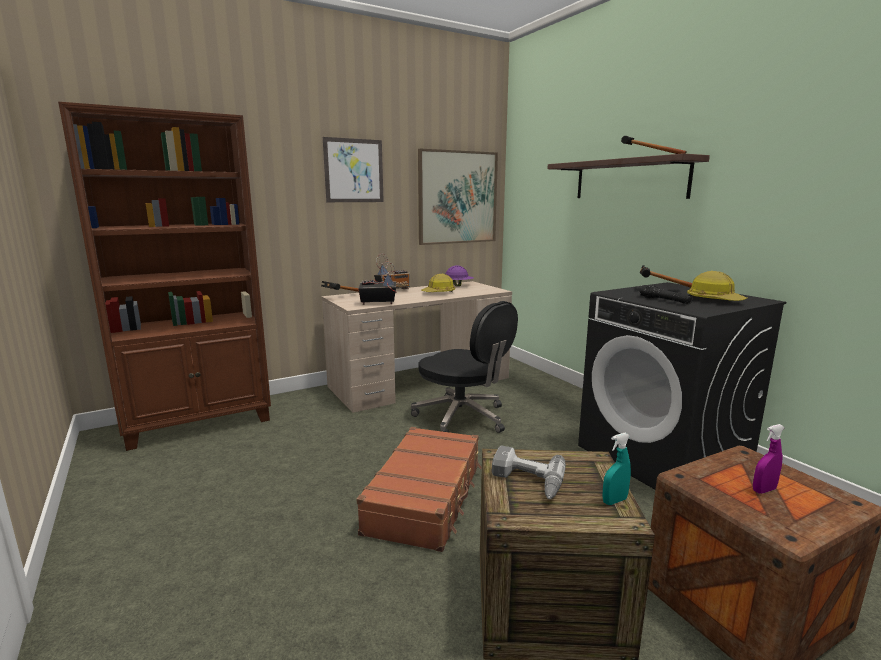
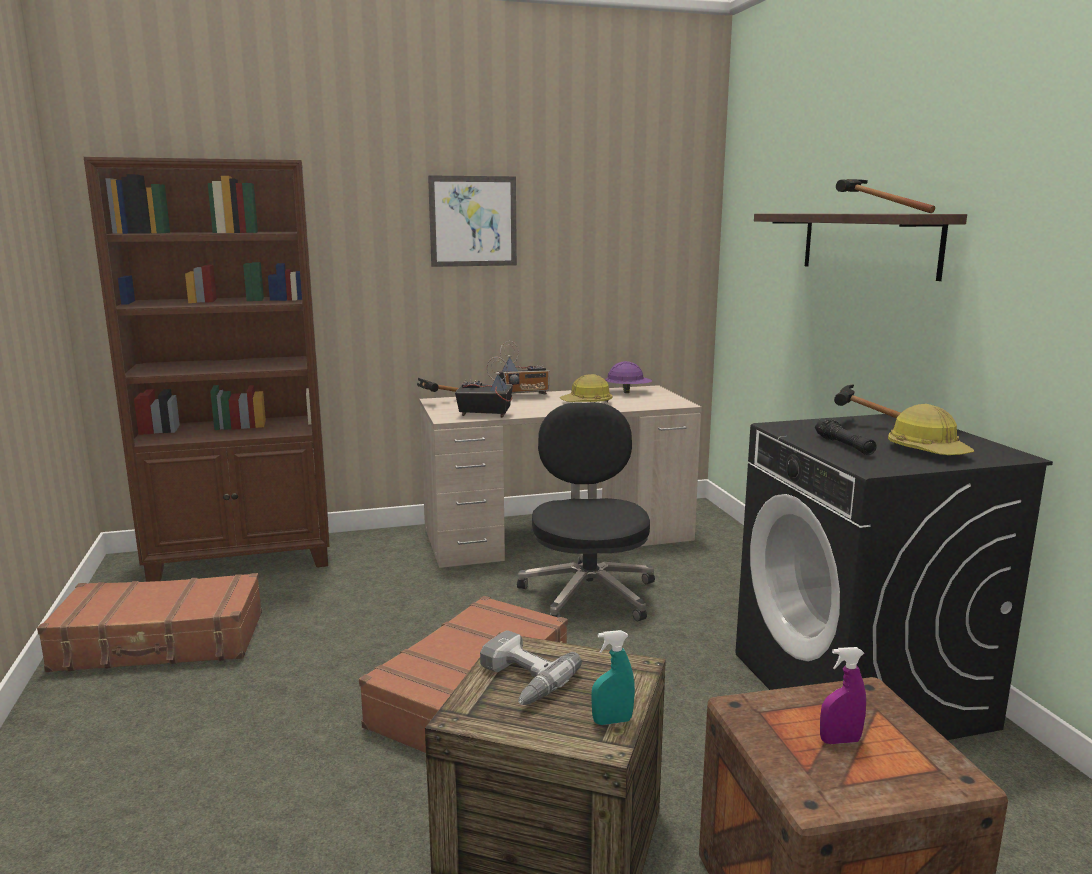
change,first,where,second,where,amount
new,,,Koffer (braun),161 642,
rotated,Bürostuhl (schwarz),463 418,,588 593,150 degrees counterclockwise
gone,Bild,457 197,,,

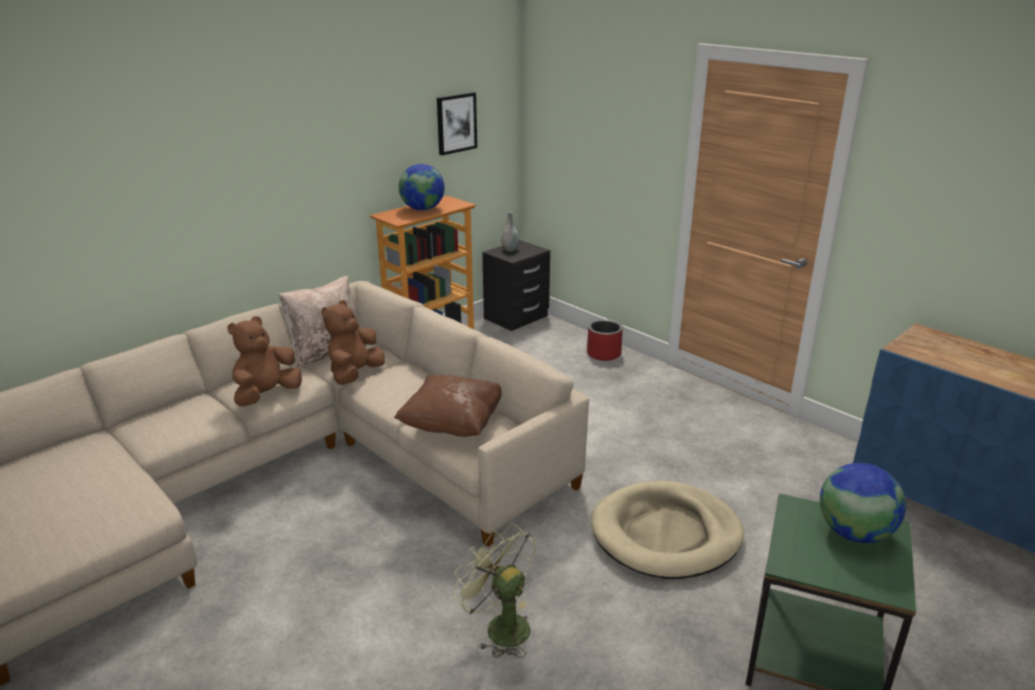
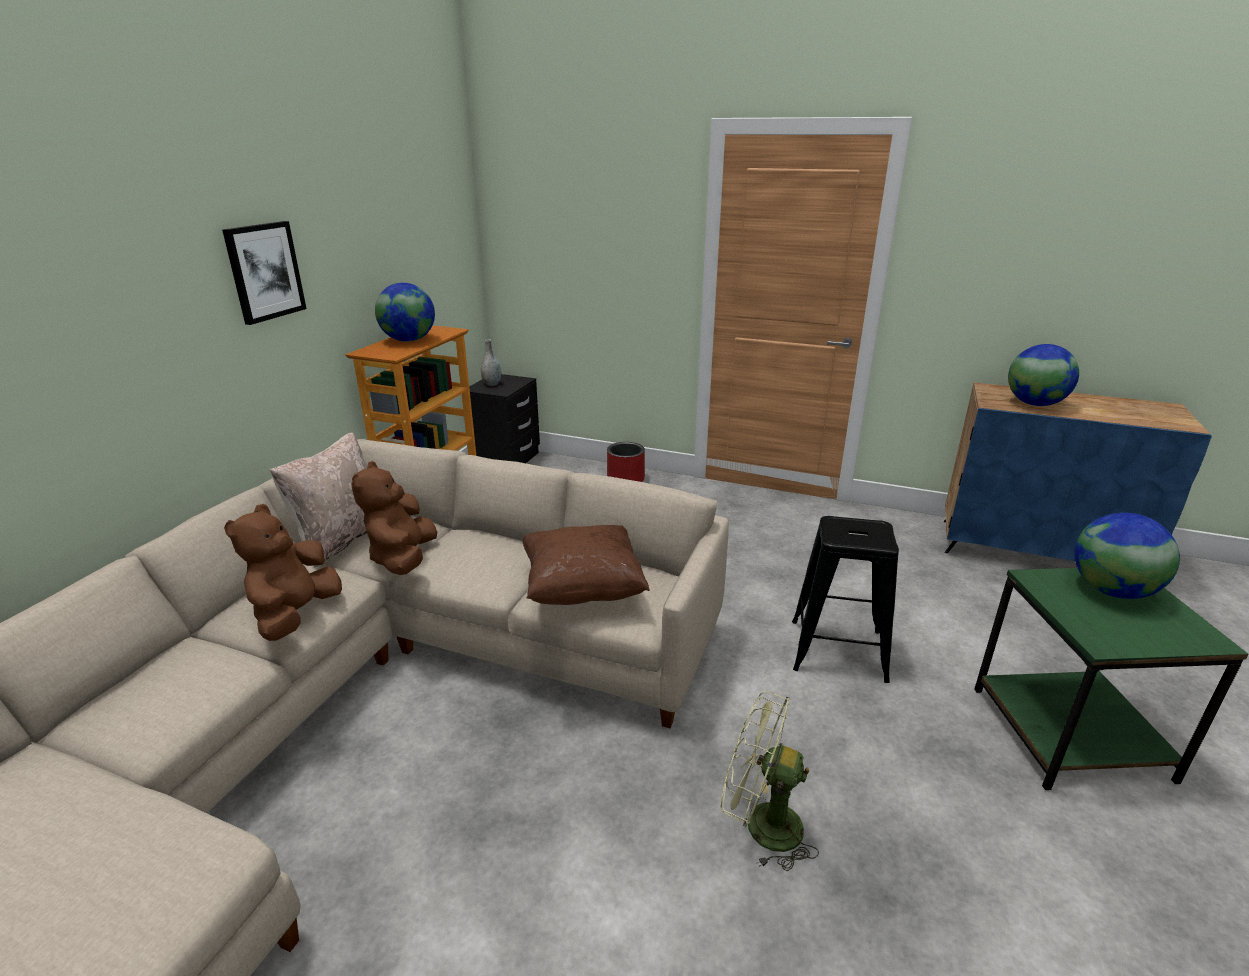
change,first,where,second,where,amount
shifted,Bild,456 123,,264 271,
swapped,Hundebett (beige),666 534,Hocker (schwarz),837 650,
new,,,Globus,1034 404,

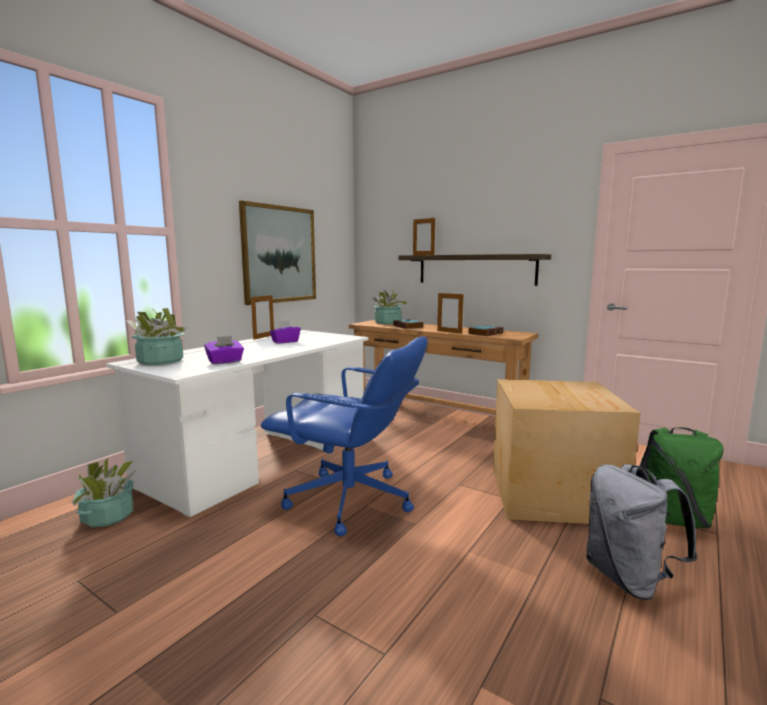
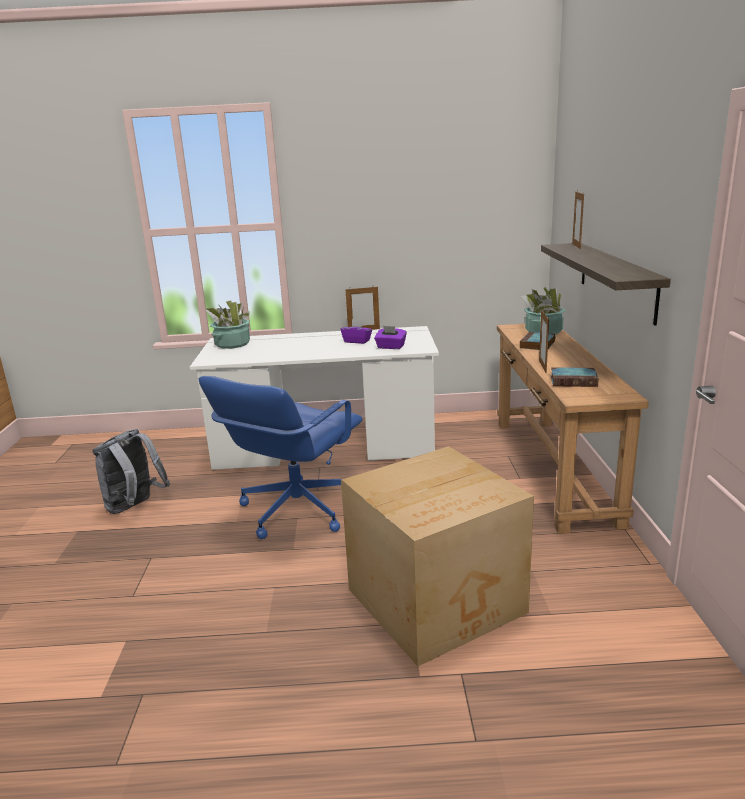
change,first,where,second,where,amount
shifted,Rucksack (grau),629 579,,135 507,
rotated,Bürostuhl (blau),350 501,,296 510,45 degrees clockwise
shifted,Taschentuchbox (lila),225 361,,390 347,
gone,Topfpflanze,108 516,,,
gone,Bild,279 254,,,
gone,Rucksack (grün),673 519,,,

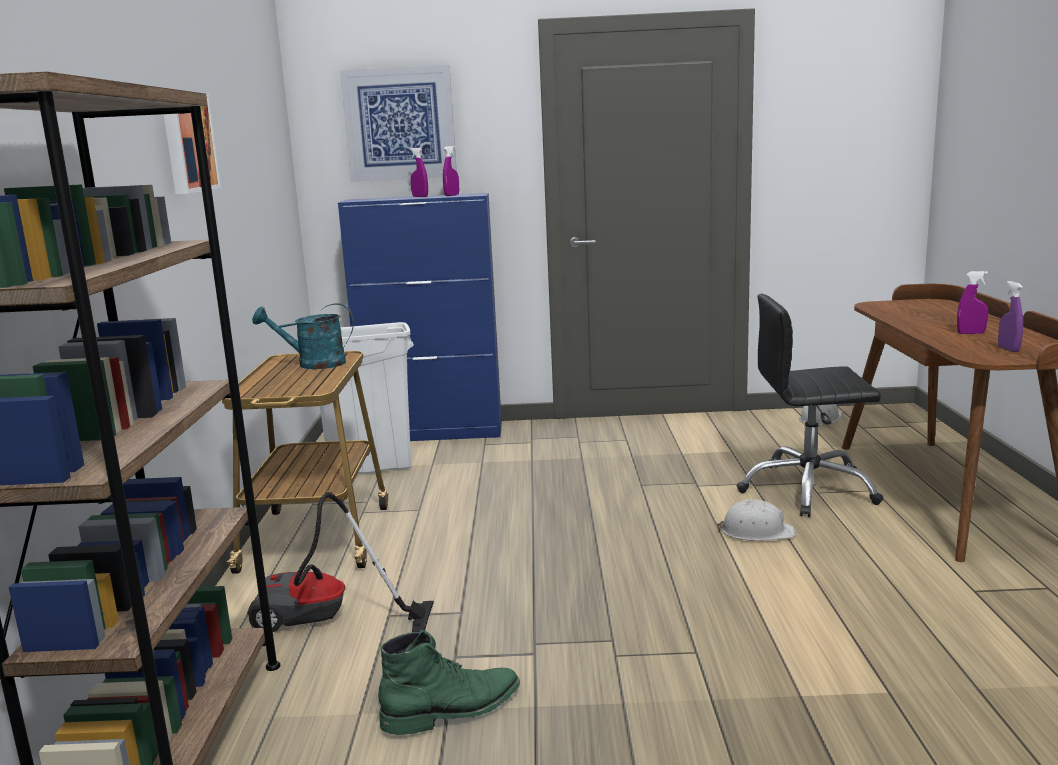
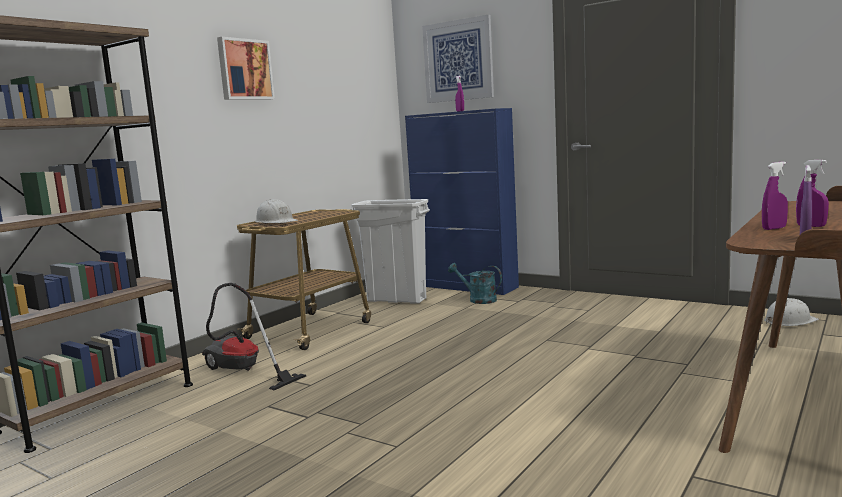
change,first,where,second,where,amount
shifted,Schutzhelm (weiß),756 532,,276 222,
shifted,Gießkanne (türkis),313 364,,478 300,
shifted,Sprühflasche (lila),452 195,,774 228,
gone,Stiefel (grün),453 710,,,
gone,Bürostuhl (schwarz),808 489,,,

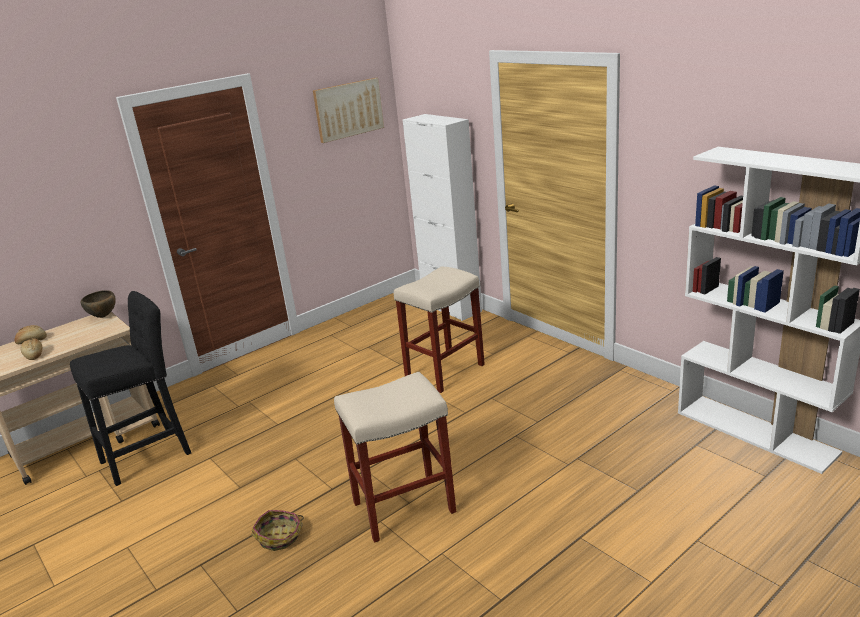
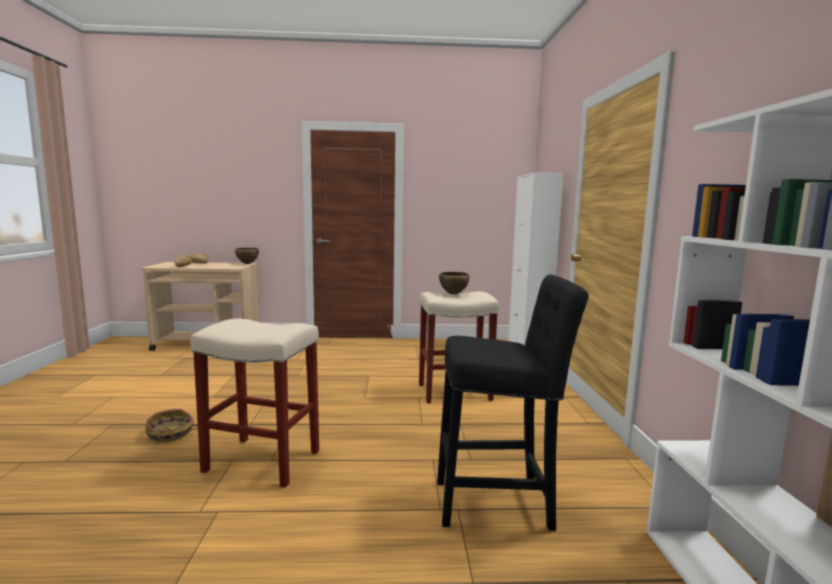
change,first,where,second,where,amount
shifted,Hocker (schwarz),151 455,,499 503,
new,,,Schüssel (braun),453 294,
gone,Bild,348 109,,,

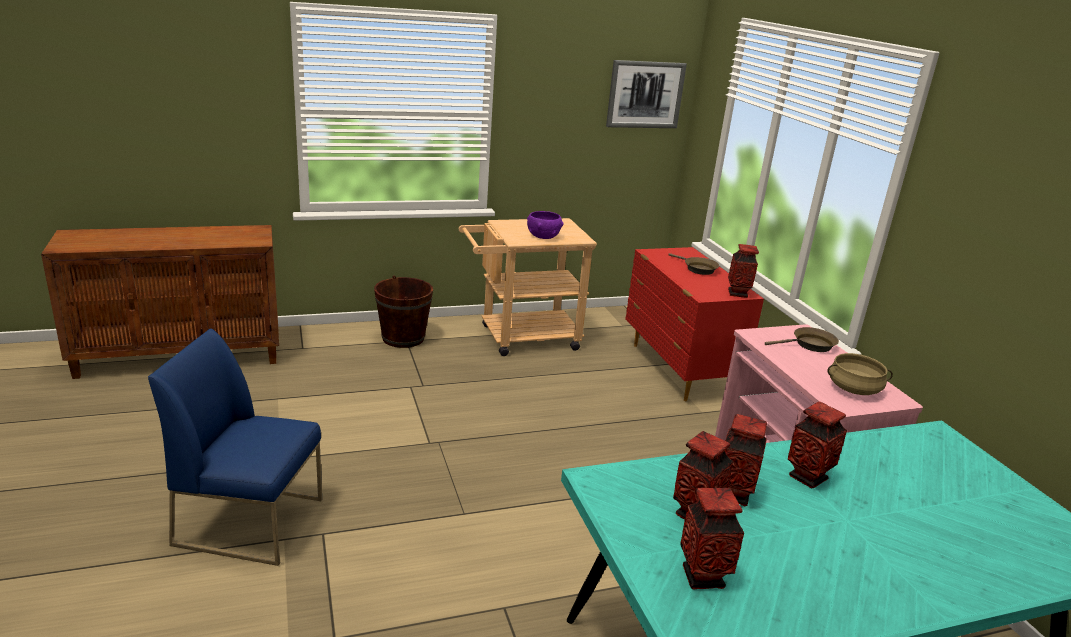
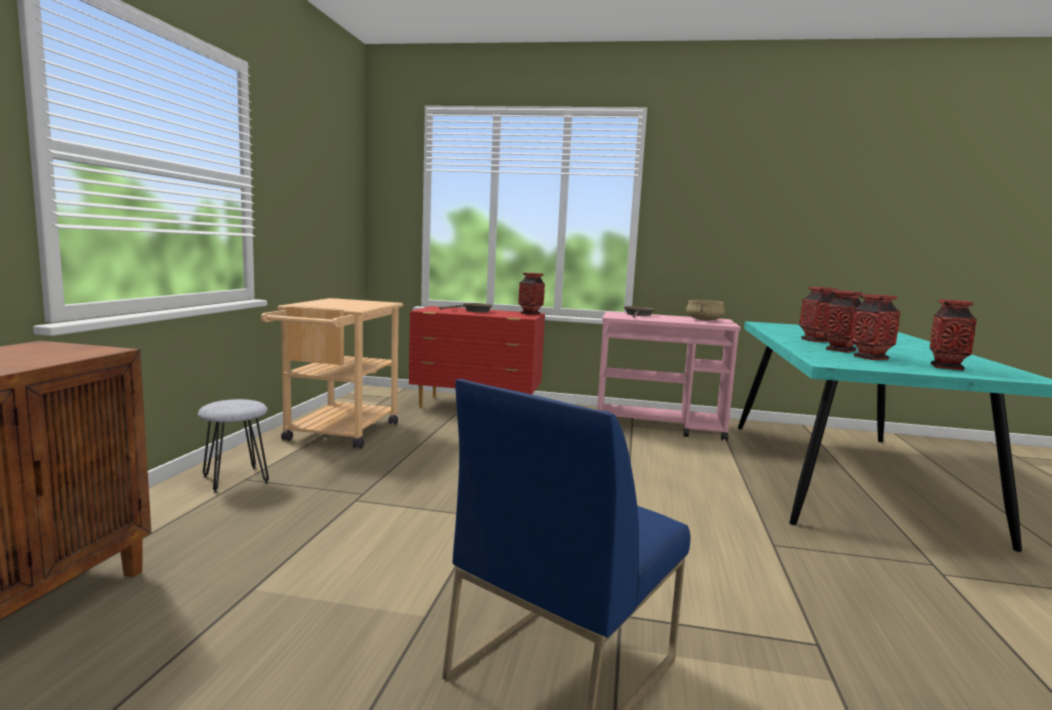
change,first,where,second,where,amount
swapped,Eimer (braun),403 338,Hocker (grau),235 479,
gone,Schüssel (lila),543 236,,,
gone,Bild,645 94,,,

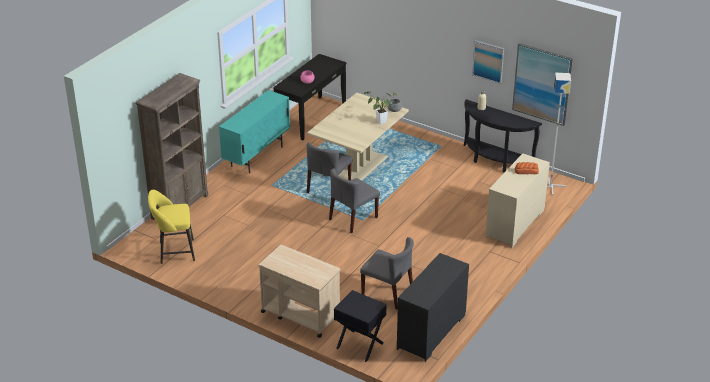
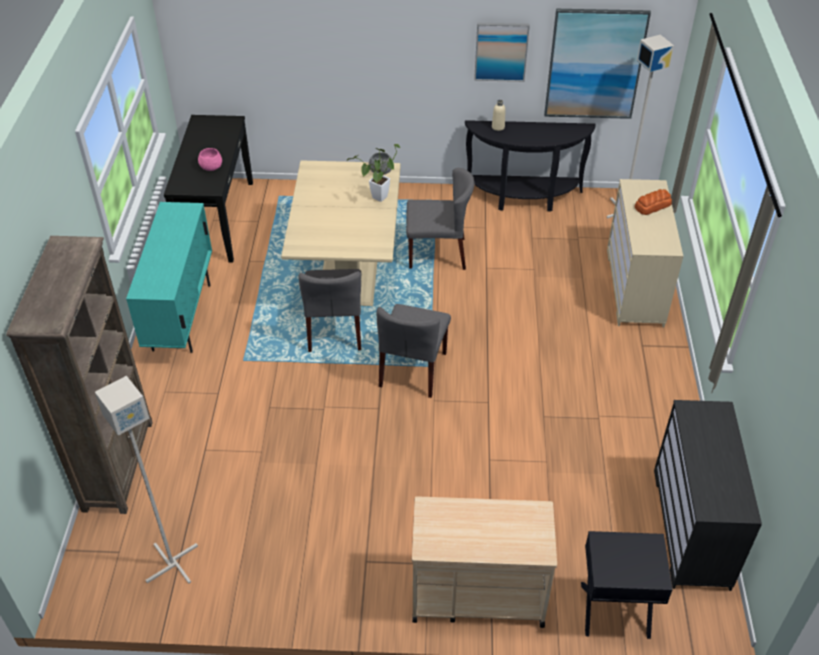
change,first,where,second,where,amount
swapped,Hocker (gelb),174 252,Stehlampe (grau),171 564,
shifted,Stuhl (grau),388 293,,437 253,

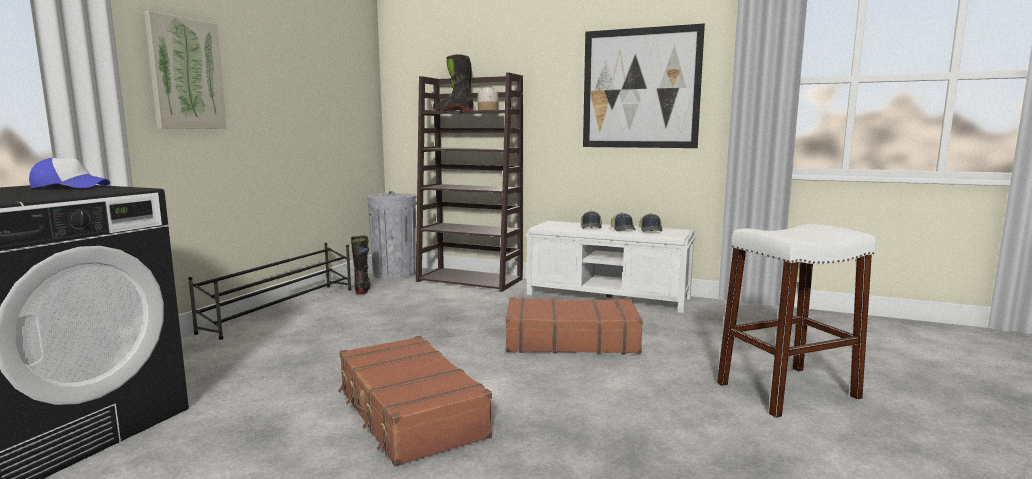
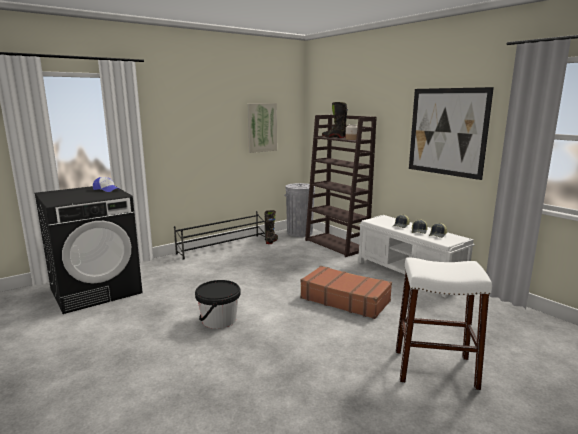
change,first,where,second,where,amount
swapped,Koffer (braun),409 413,Eimer (schwarz),219 320,
shifted,Bild,185 74,,262 127,

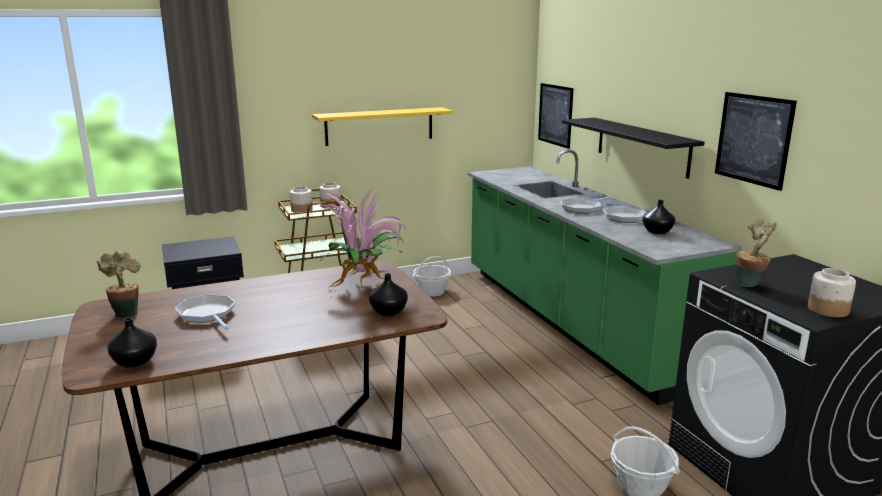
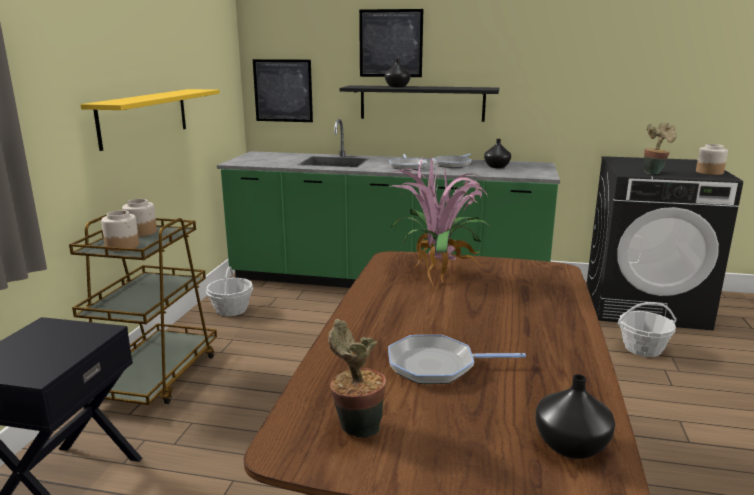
change,first,where,second,where,amount
shifted,Bild,753 139,,391 43,
shifted,Vase (schwarz),389 312,,398 86,

